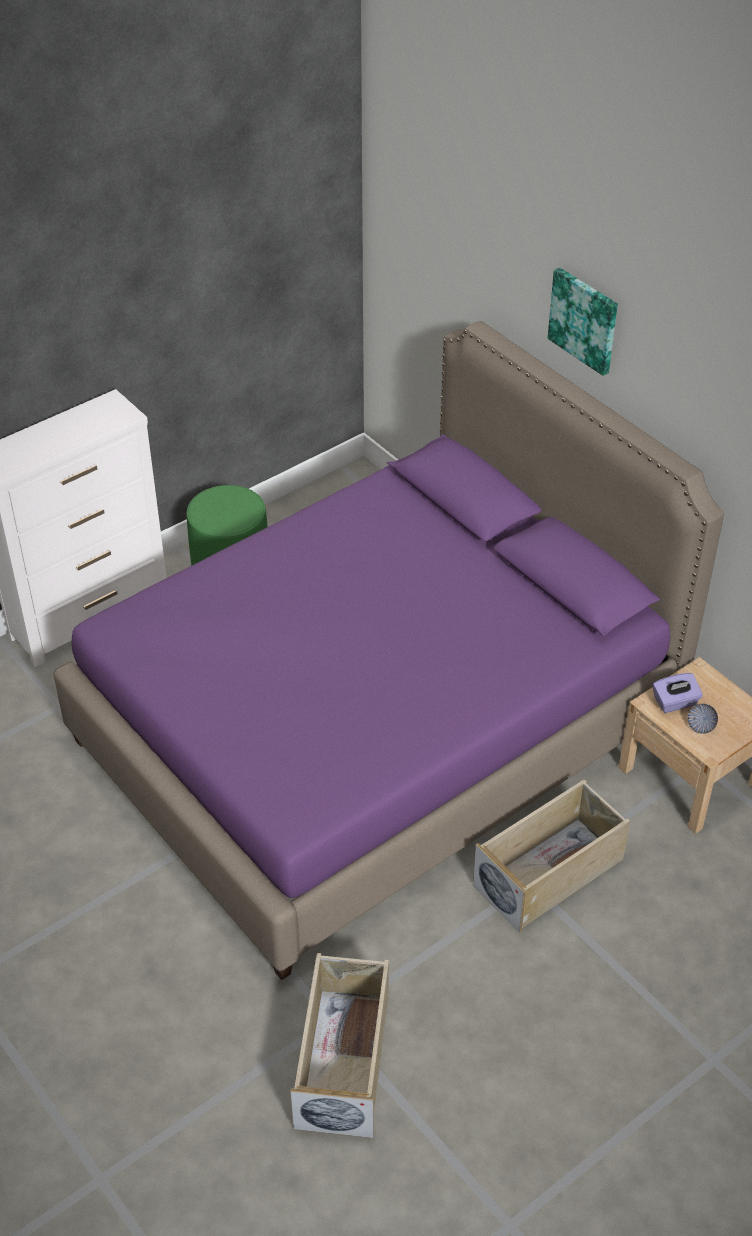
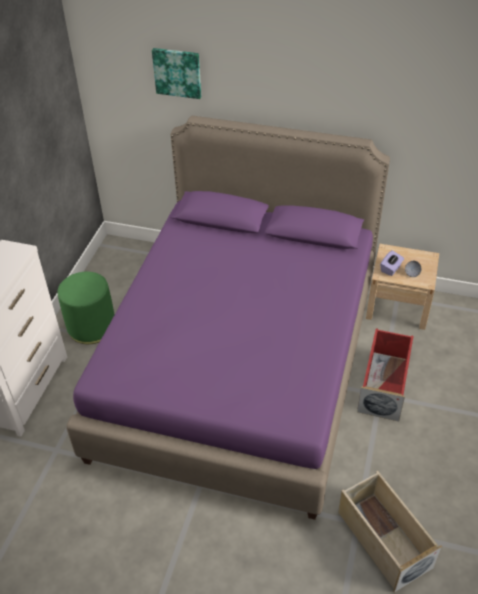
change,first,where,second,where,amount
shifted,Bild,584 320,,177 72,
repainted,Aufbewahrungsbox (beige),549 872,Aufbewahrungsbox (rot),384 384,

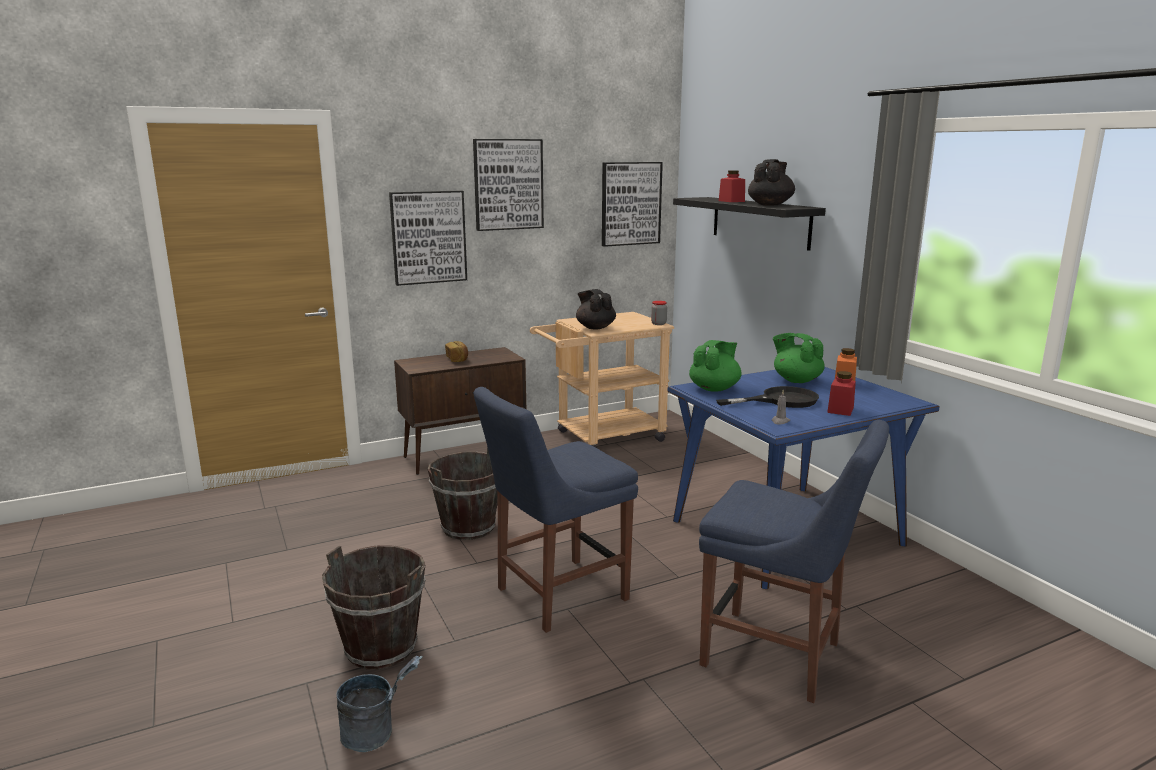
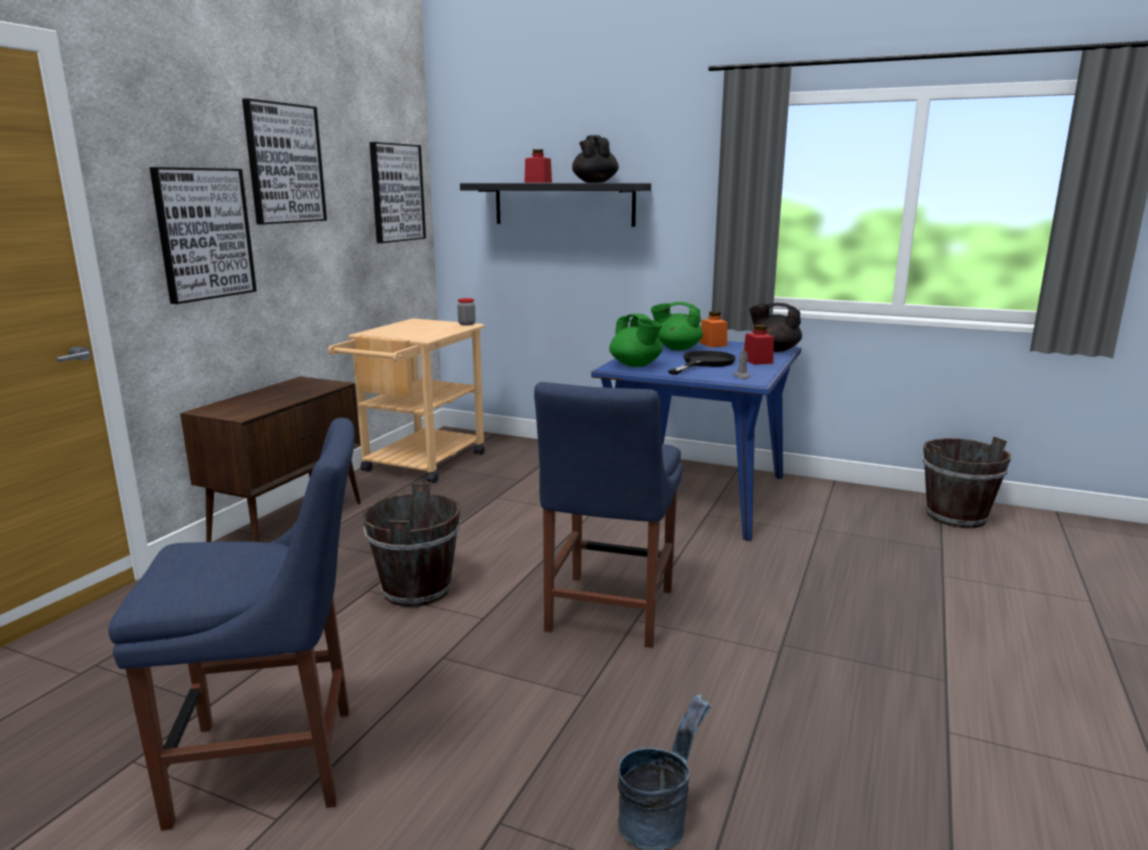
change,first,where,second,where,amount
shifted,Stuhl (blau),778 656,,276 763,
rotated,Teekanne (grün),715 389,,636 365,150 degrees clockwise
shifted,Teekanne (schwarz),595 327,,774 350,
shifted,Eimer (braun),381 647,,955 517,
gone,Brot,457 359,,,

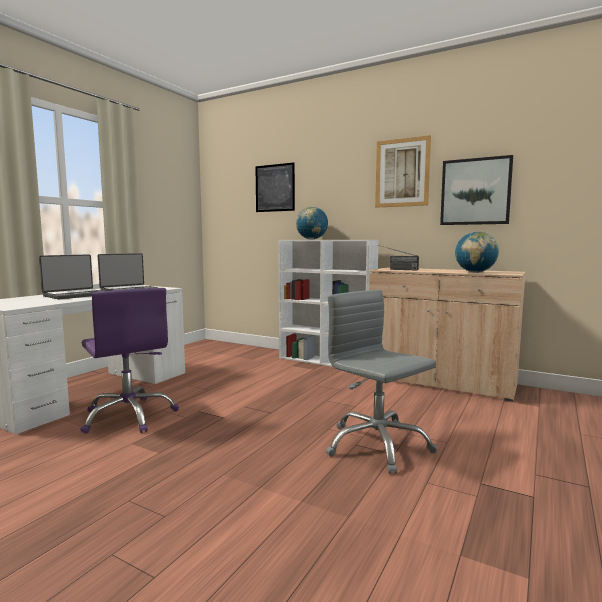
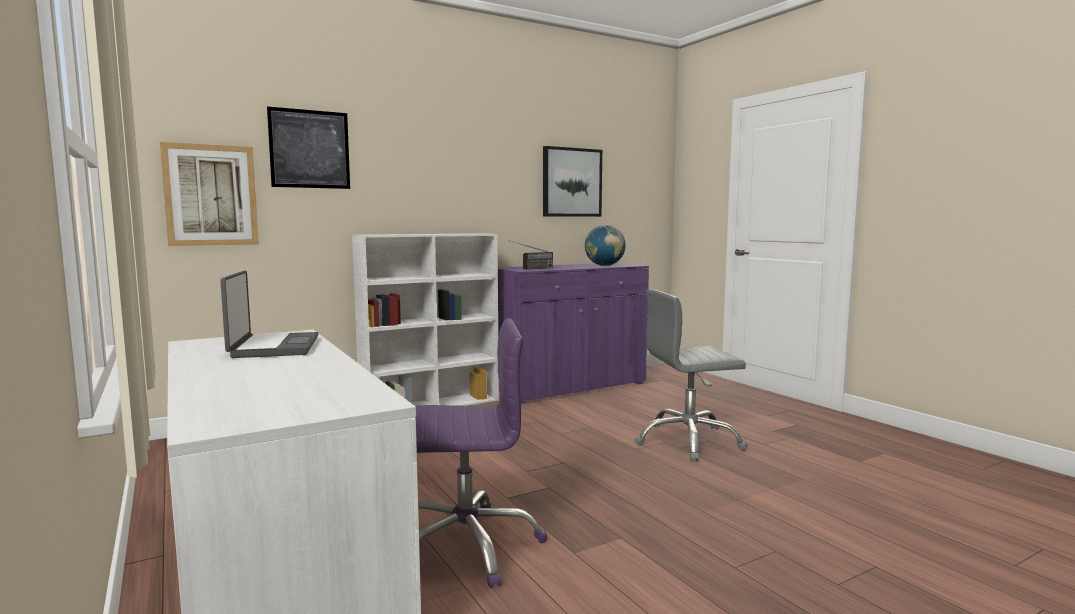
change,first,where,second,where,amount
shifted,Bild,402 173,,211 195,
repainted,Schrank (beige),440 381,Schrank (lila),570 387,
gone,Laptop,76 295,,,
gone,Globus,311 239,,,

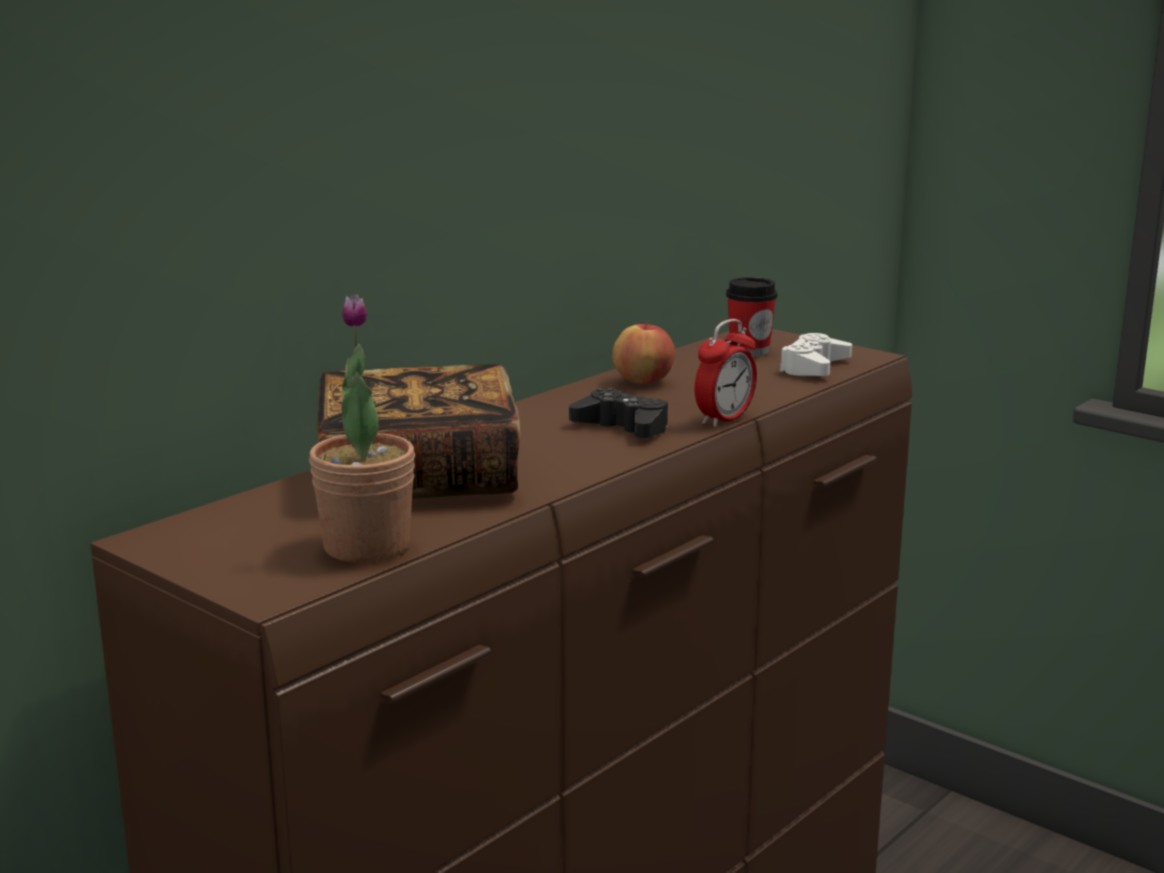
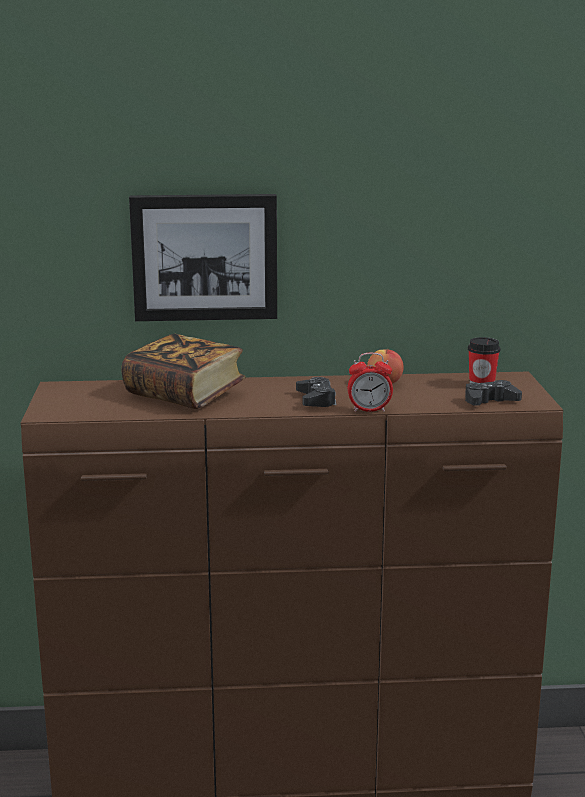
change,first,where,second,where,amount
new,,,Bild,204 257,
repainted,Gamepad (weiß),814 367,Gamepad (schwarz),490 401,
gone,Topfpflanze,367 547,,,

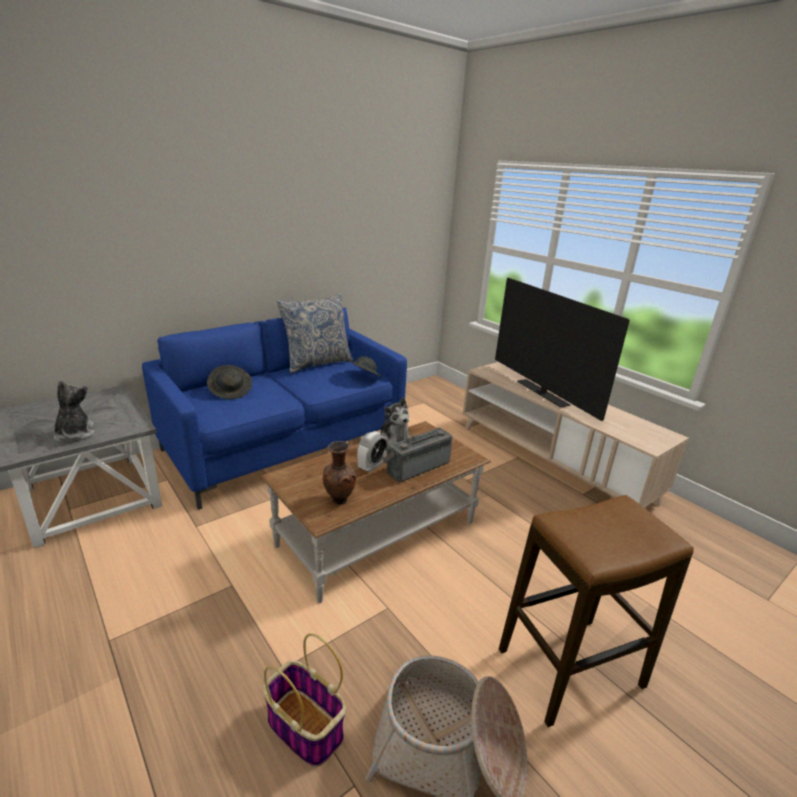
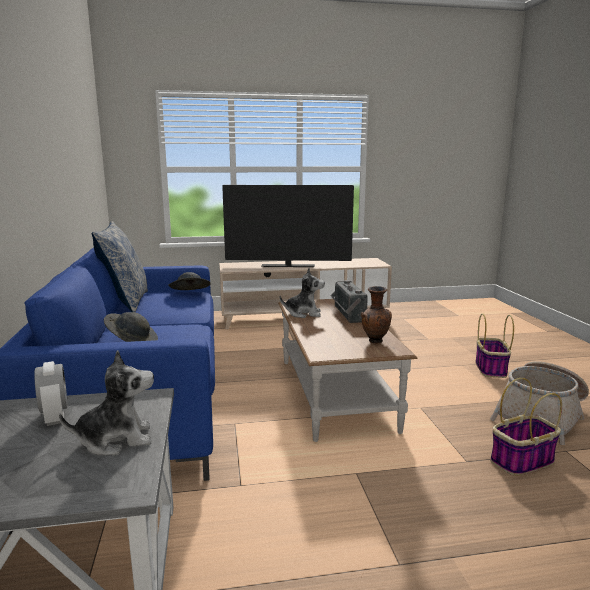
change,first,where,second,where,amount
shifted,Wecker,371 466,,55 417,
rotated,Plüschtier,75 434,,116 440,150 degrees clockwise
swapped,Hocker,570 668,Korb,490 368,

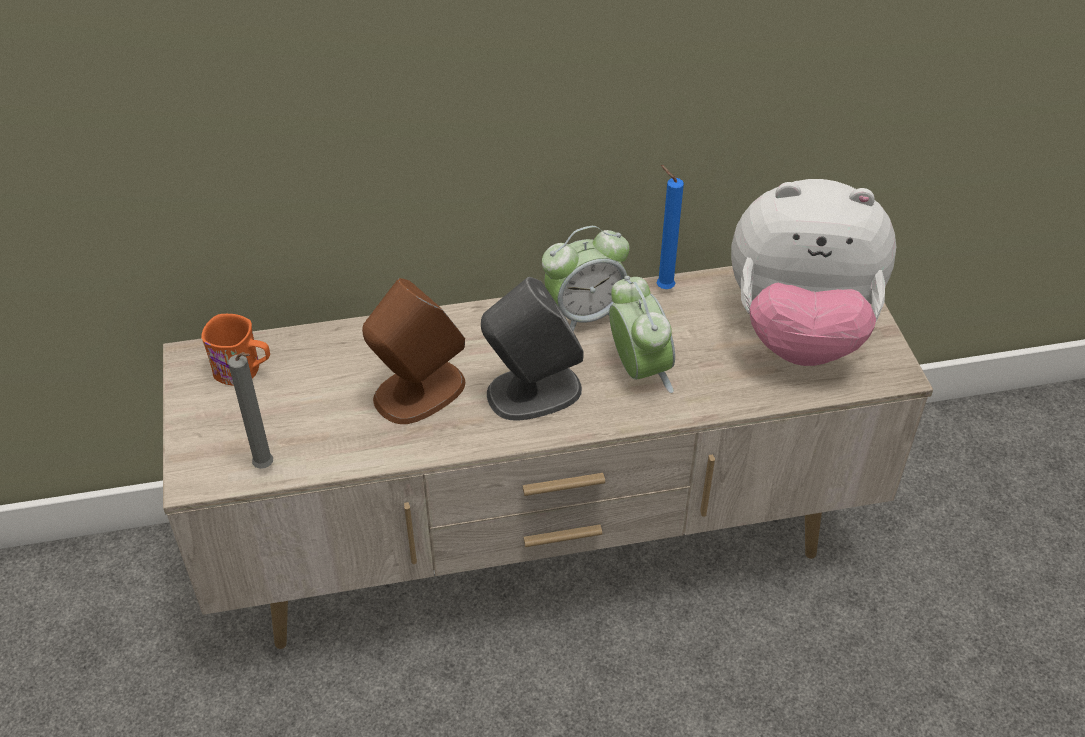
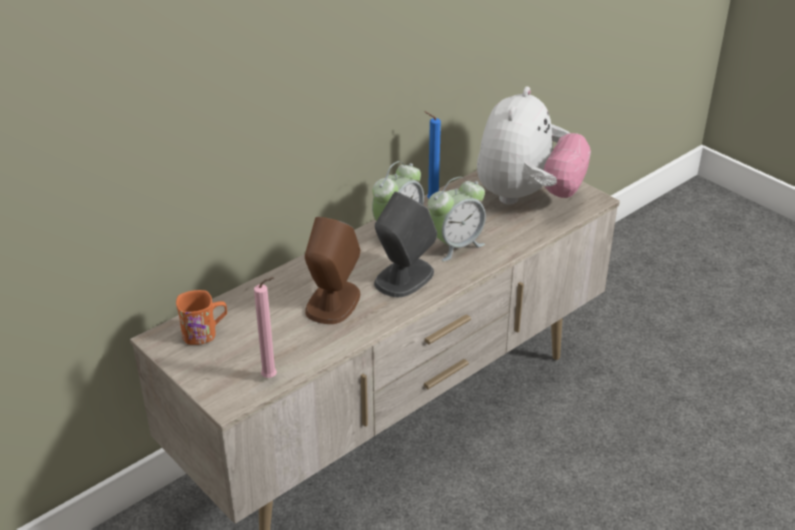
change,first,where,second,where,amount
repainted,Kerze (grau),266 467,Kerze (rosa),272 377,
rotated,Wecker,639 370,,455 245,105 degrees clockwise
rotated,Plüschtier,799 331,,527 197,45 degrees counterclockwise

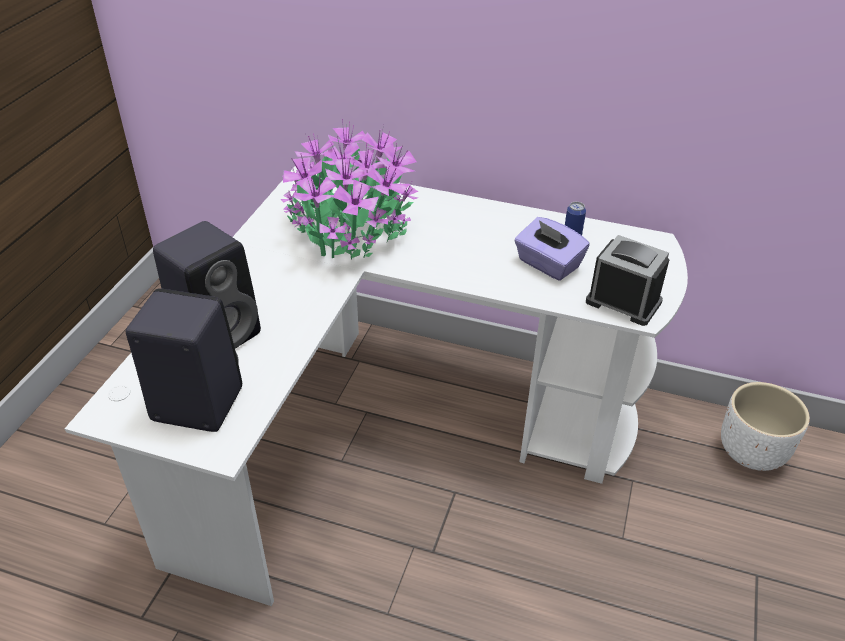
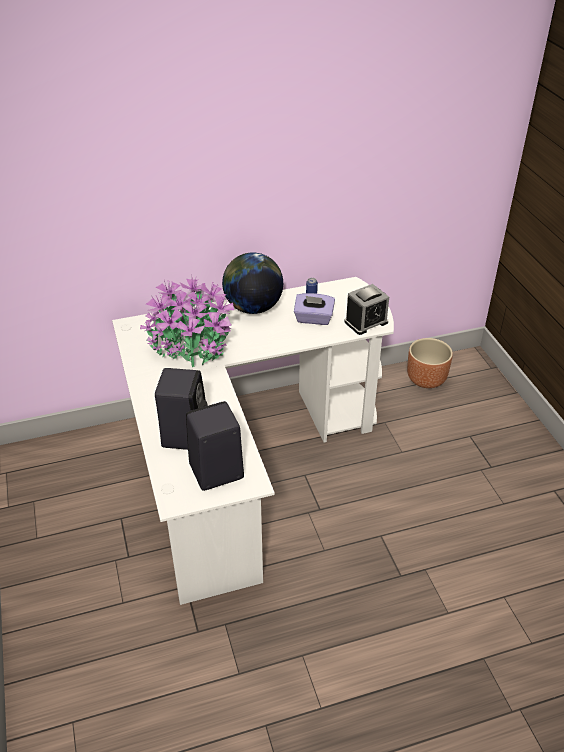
change,first,where,second,where,amount
new,,,Globus,253 307,
rotated,Wecker,623 302,,366 322,150 degrees clockwise
repainted,Pflanzkübel (weiß),752 452,Pflanzkübel (braun),426 379,

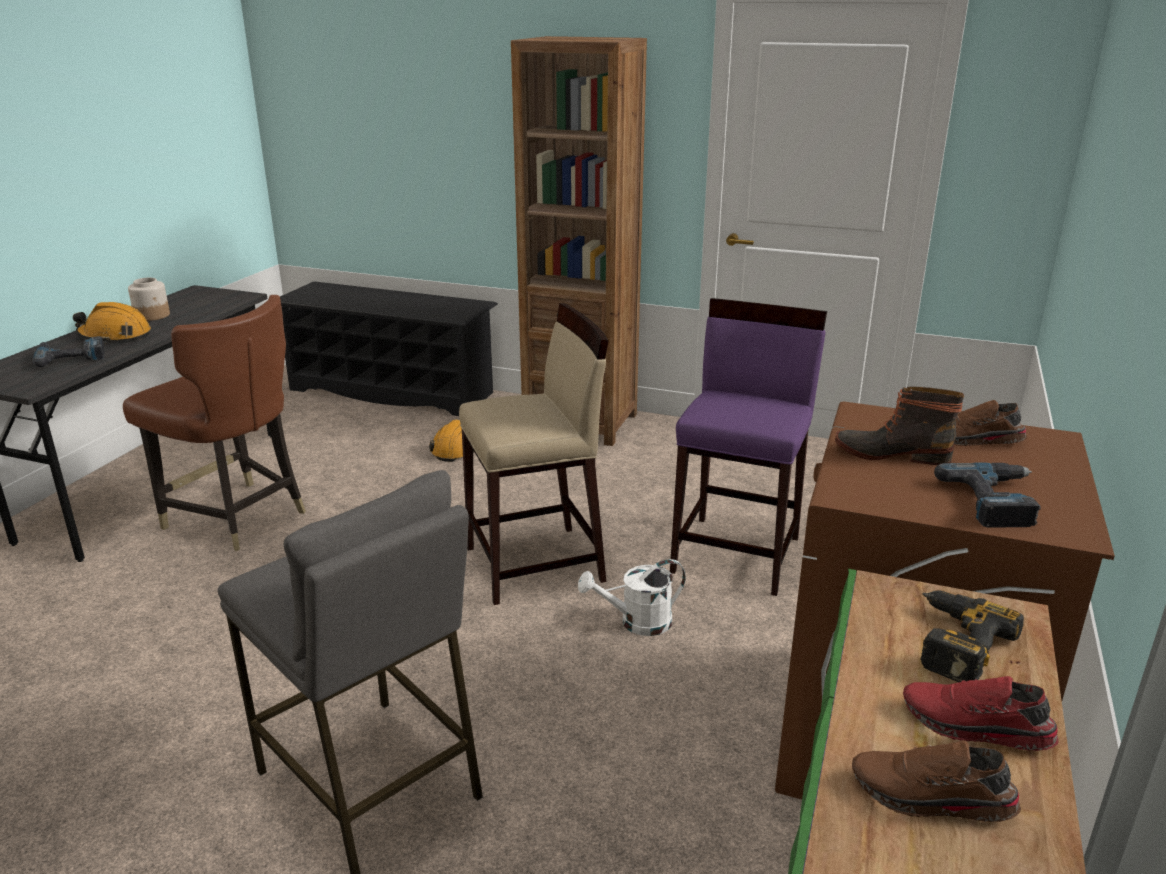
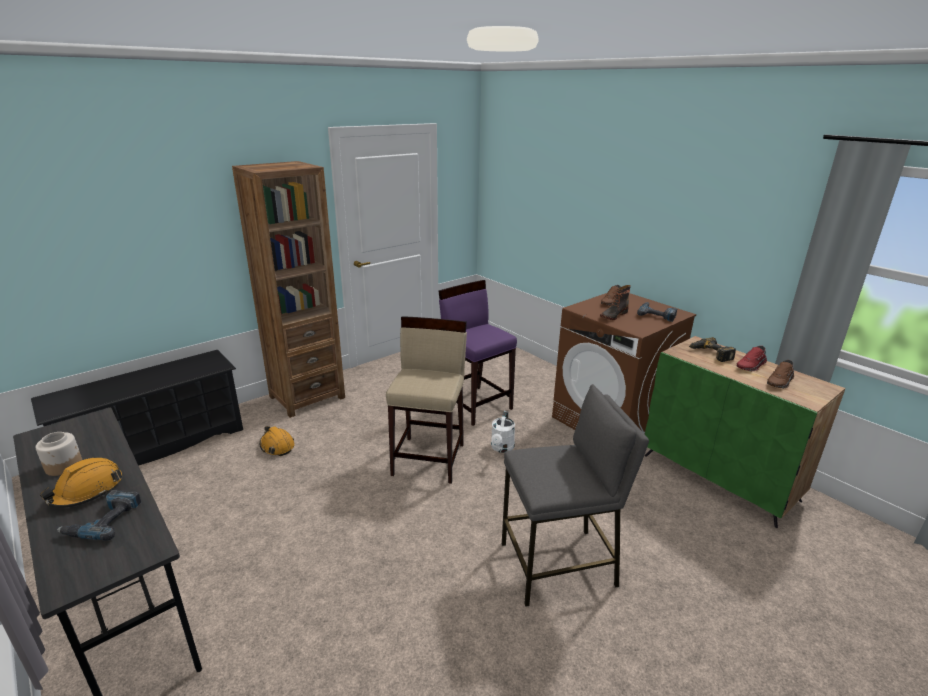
change,first,where,second,where,amount
gone,Stuhl (braun),237 517,,,

